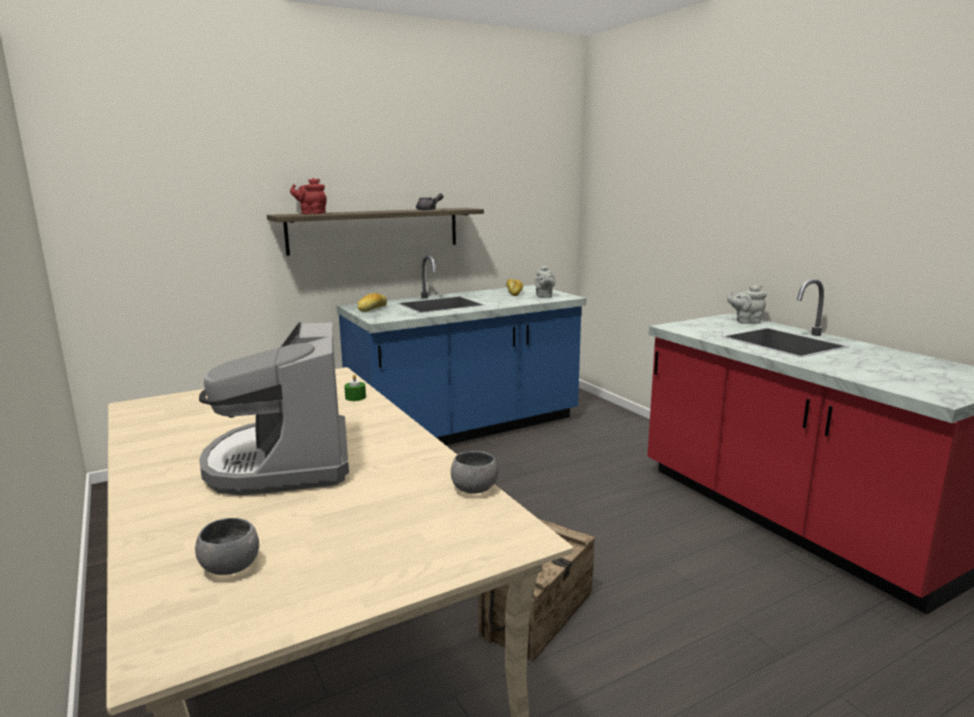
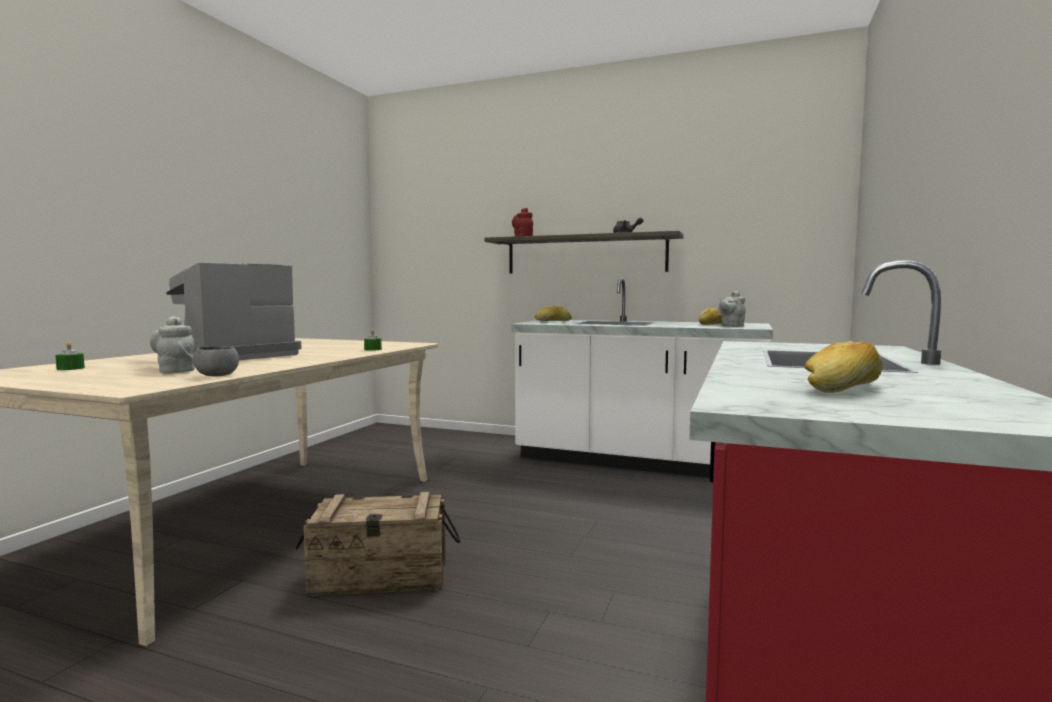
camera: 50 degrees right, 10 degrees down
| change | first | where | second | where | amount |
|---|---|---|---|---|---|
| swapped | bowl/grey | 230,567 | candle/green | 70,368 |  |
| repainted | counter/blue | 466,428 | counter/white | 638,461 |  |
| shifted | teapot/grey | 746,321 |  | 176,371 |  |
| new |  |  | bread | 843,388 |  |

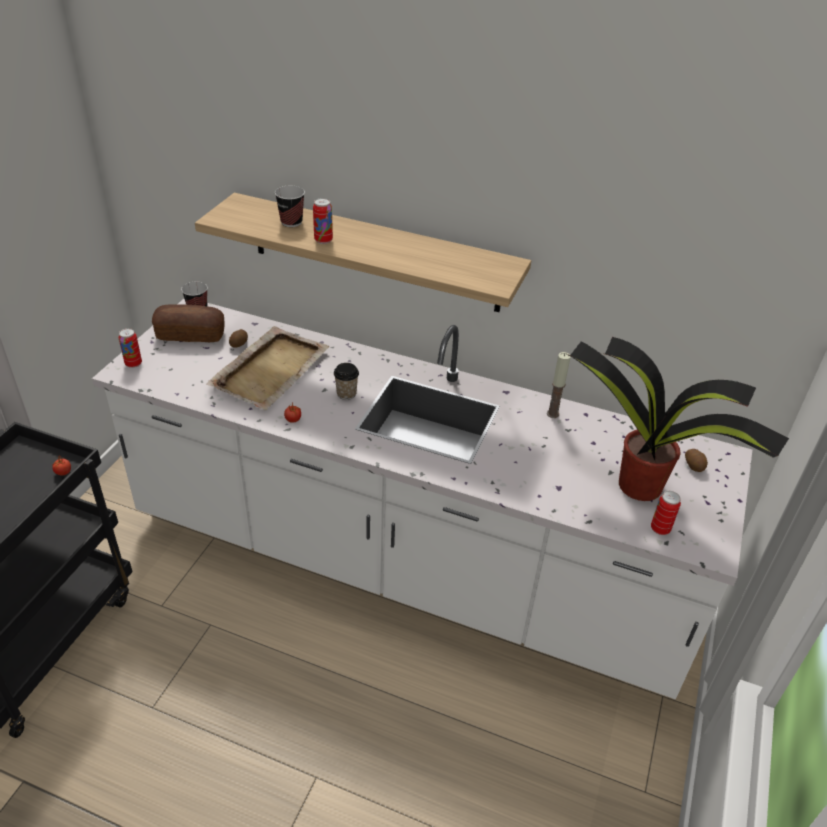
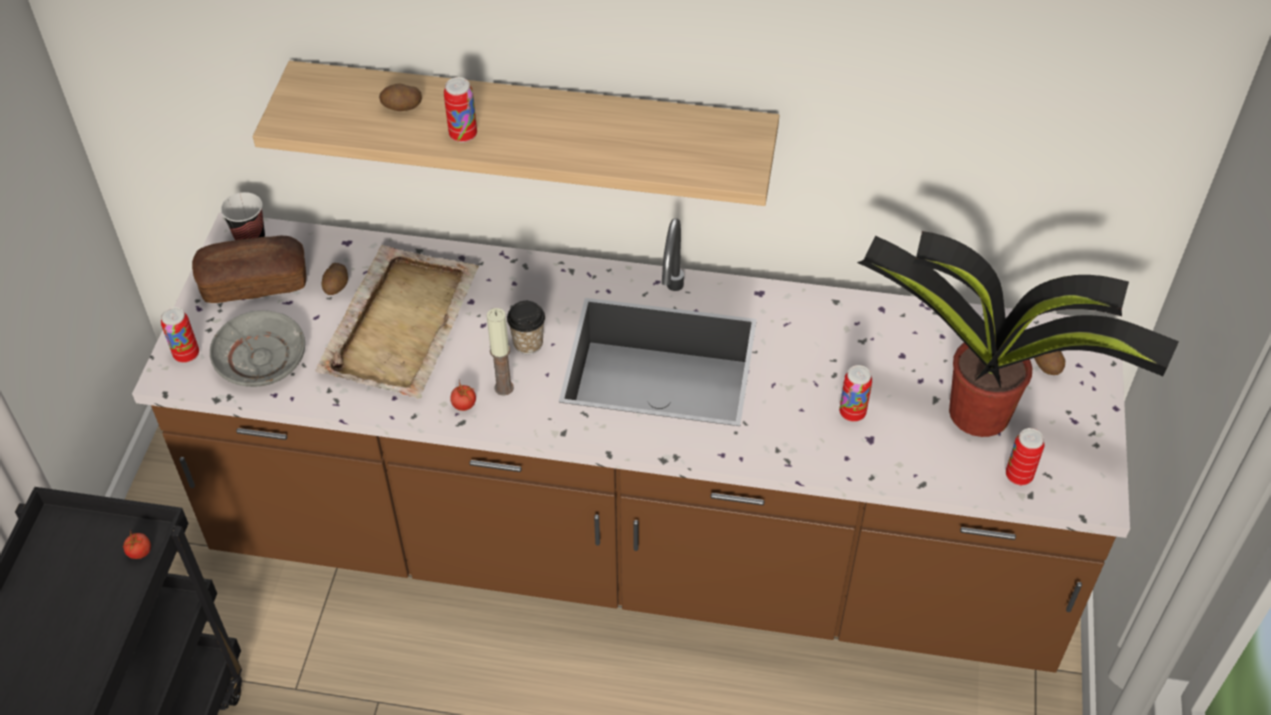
camera: 10 degrees left, 10 degrees up
| change | first | where | second | where | amount |
|---|---|---|---|---|---|
| repainted | counter/white | 405,564 | counter/brown | 636,547 |  |
| swapped | cup | 291,222 | potato | 402,107 |  |
| shifted | candle | 552,414 |  | 504,388 |  |
| new |  |  | plate/grey | 261,358 |  |
| new |  |  | can | 852,413 |  |

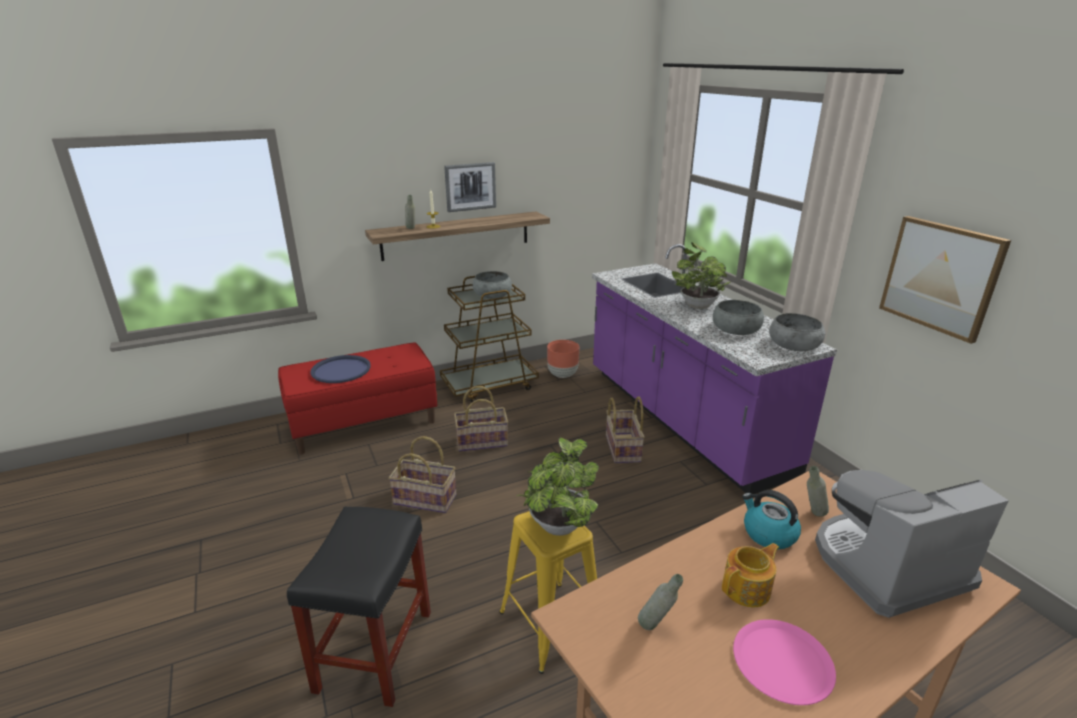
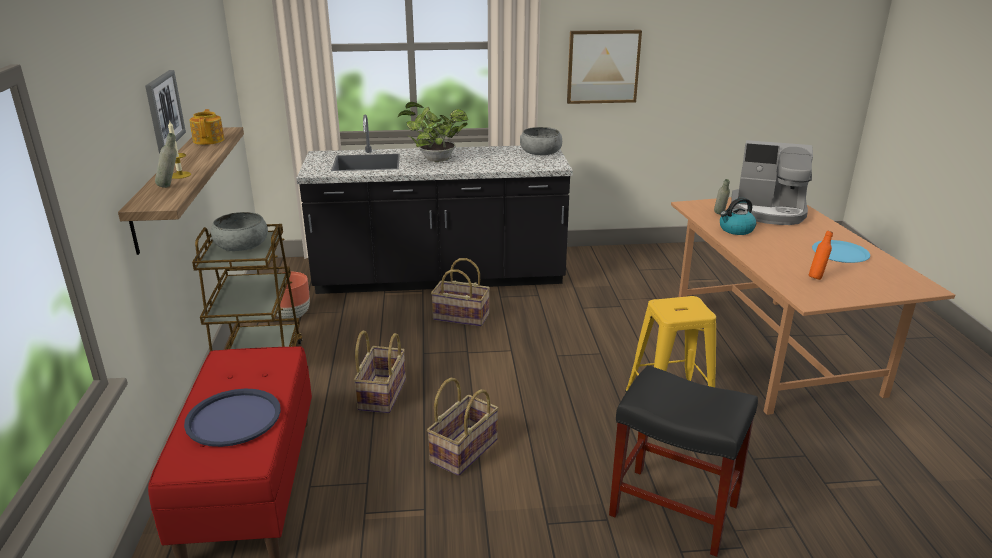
camera: 70 degrees left, 0 degrees up
| change | first | where | second | where | amount |
|---|---|---|---|---|---|
| gone | potted plant | 558,528 |  |  |  |
| repainted | counter/purple | 682,419 | counter/black | 440,278 |  |
| repainted | bottle/grey | 656,627 | bottle/orange | 816,277 |  |
| gone | bowl/grey | 735,329 |  |  |  |
| shifted | teapot | 747,589 |  | 209,140 |  |
| repainted | plate/pink | 782,662 | plate/blue | 840,253 |  |
| rotated | coffee machine | 886,566 |  | 768,211 | 75 degrees counterclockwise |

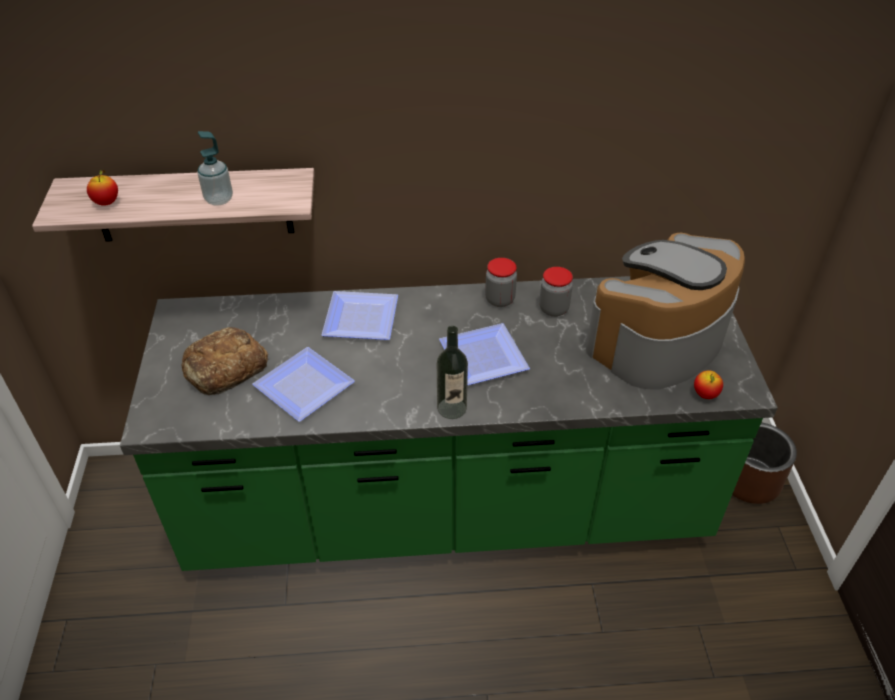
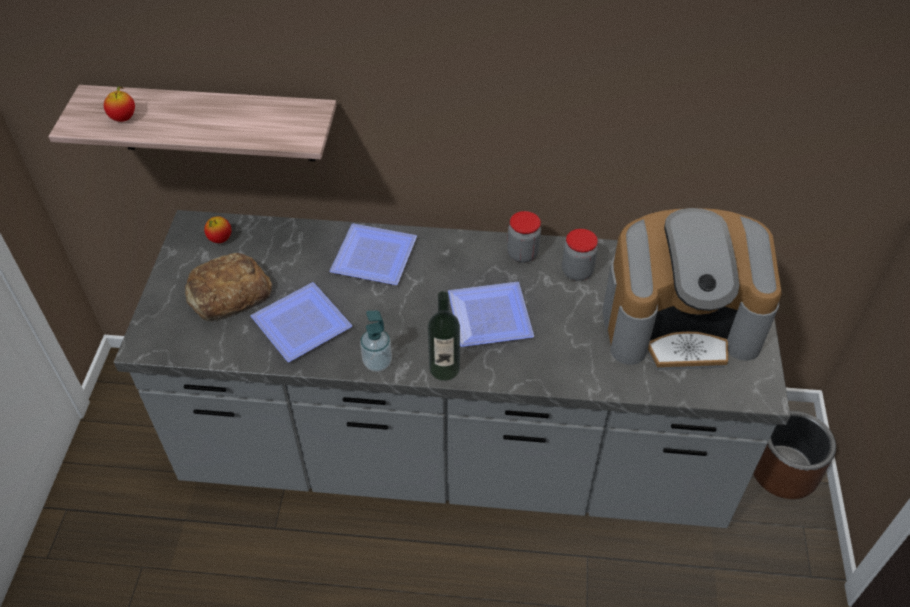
camera: 10 degrees right, 5 degrees up
| change | first | where | second | where | amount |
|---|---|---|---|---|---|
| repainted | counter/green | 447,506 | counter/grey | 455,451 |  |
| shifted | soap dispenser | 219,199 |  | 377,362 |  |
| rotated | coffee machine | 658,341 |  | 680,323 | 150 degrees counterclockwise |
| shifted | apple | 705,394 |  | 220,239 |  |

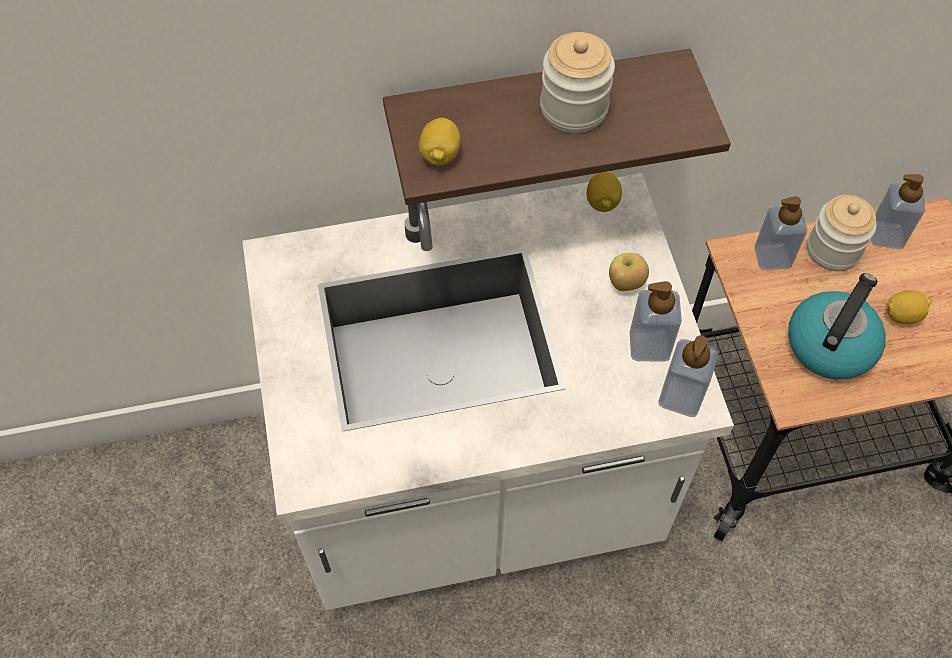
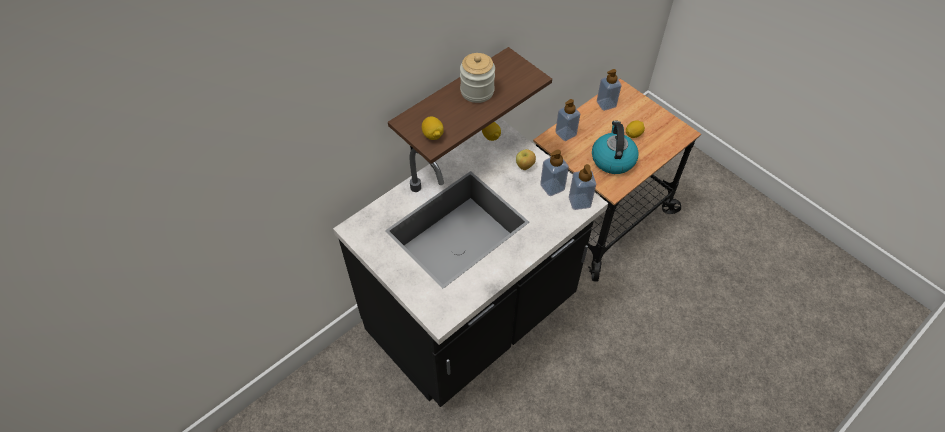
camera: 30 degrees left, 5 degrees down
| change | first | where | second | where | amount |
|---|---|---|---|---|---|
| repainted | counter/white | 476,490 | counter/black | 472,317 |  |
| gone | jar | 833,250 |  |  |  |

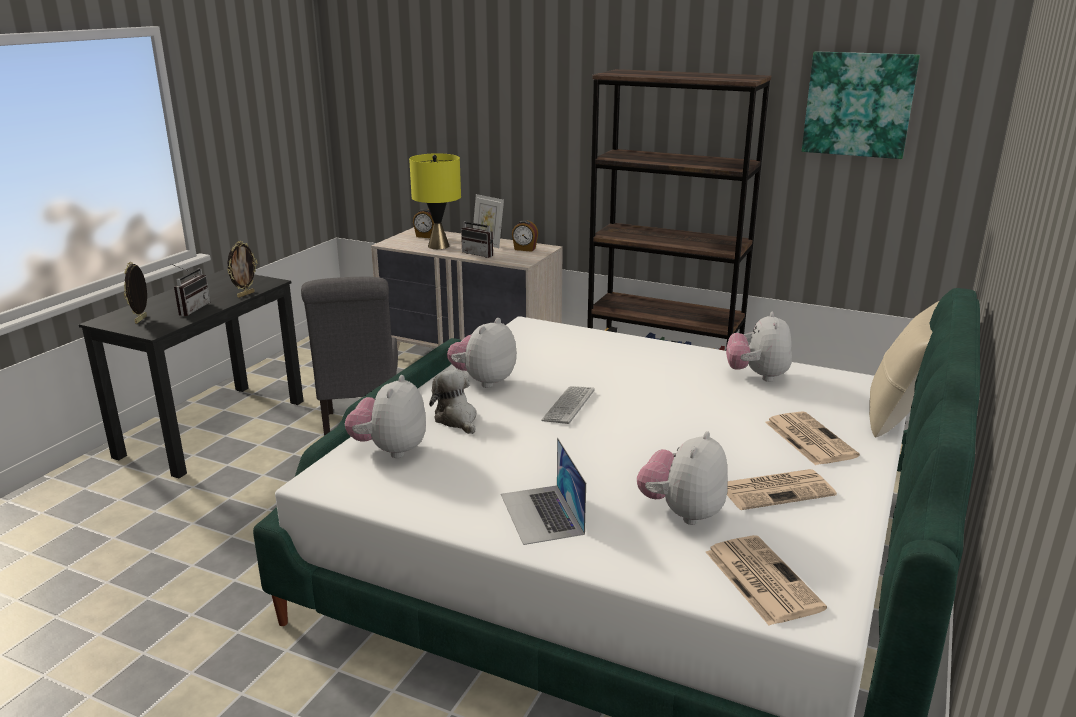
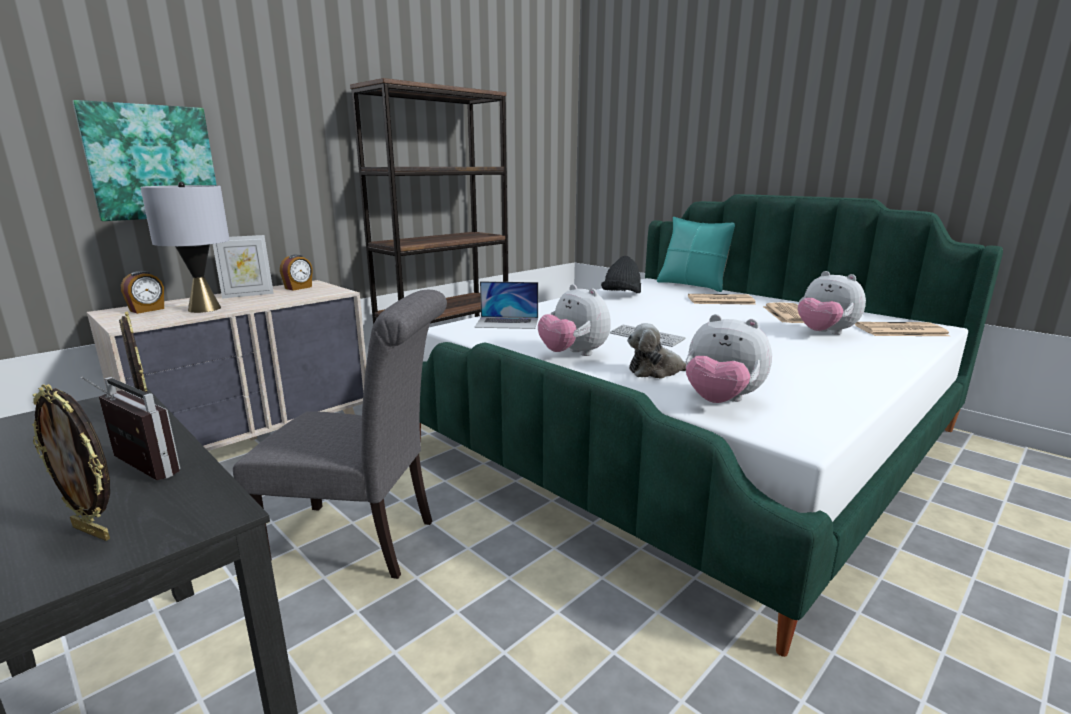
camera: 70 degrees left, 5 degrees down
| change | first | where | second | where | amount |
|---|---|---|---|---|---|
| repainted | table lamp/yellow | 439,246 | table lamp/grey | 204,309 |  |
| gone | radio | 480,254 |  |  |  |
| shifted | laptop | 542,514 |  | 507,322 |  |
| swapped | plush toy | 757,376 | hat/black | 621,295 |  |
| shifted | picture | 858,104 |  | 152,162 |  |
| repainted | pillow/beige | 897,415 | pillow/turquoise | 693,285 |  |

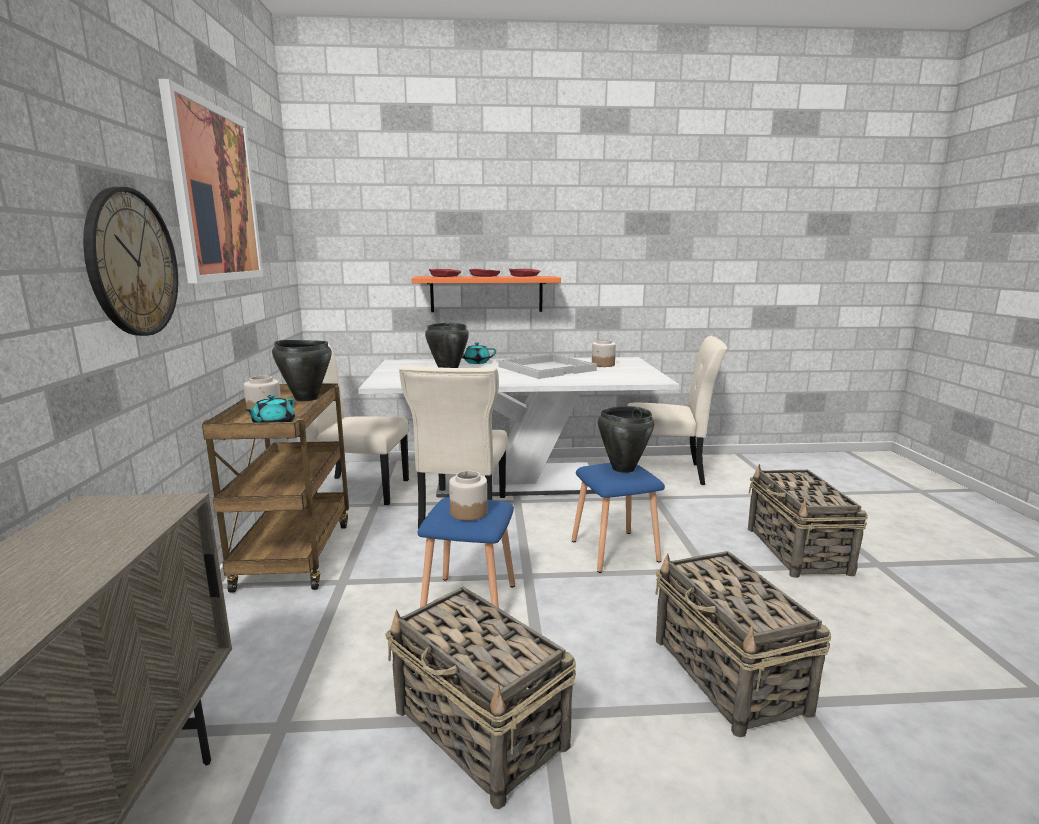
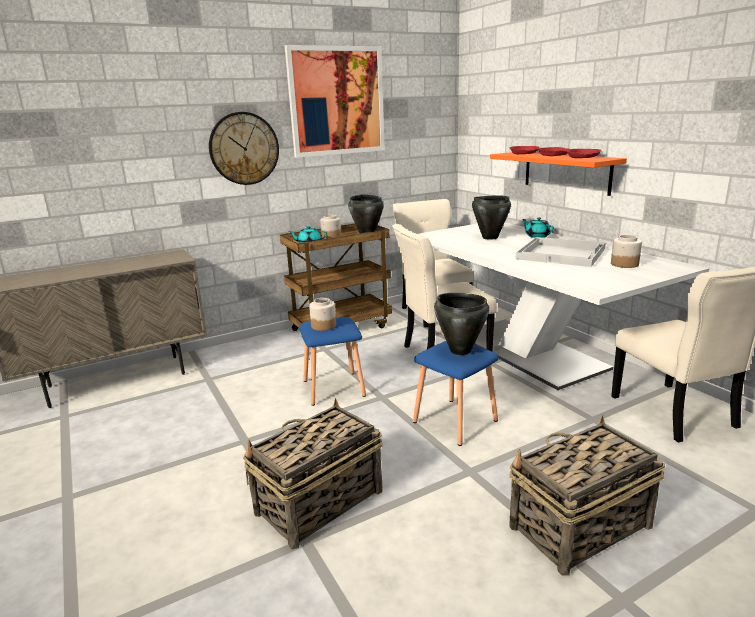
camera: 65 degrees right, 5 degrees up
| change | first | where | second | where | amount |
|---|---|---|---|---|---|
| gone | basket | 481,729 |  |  |  |

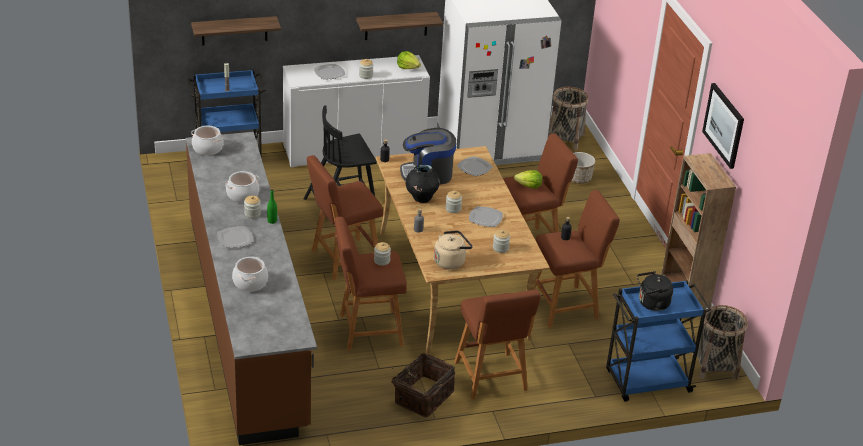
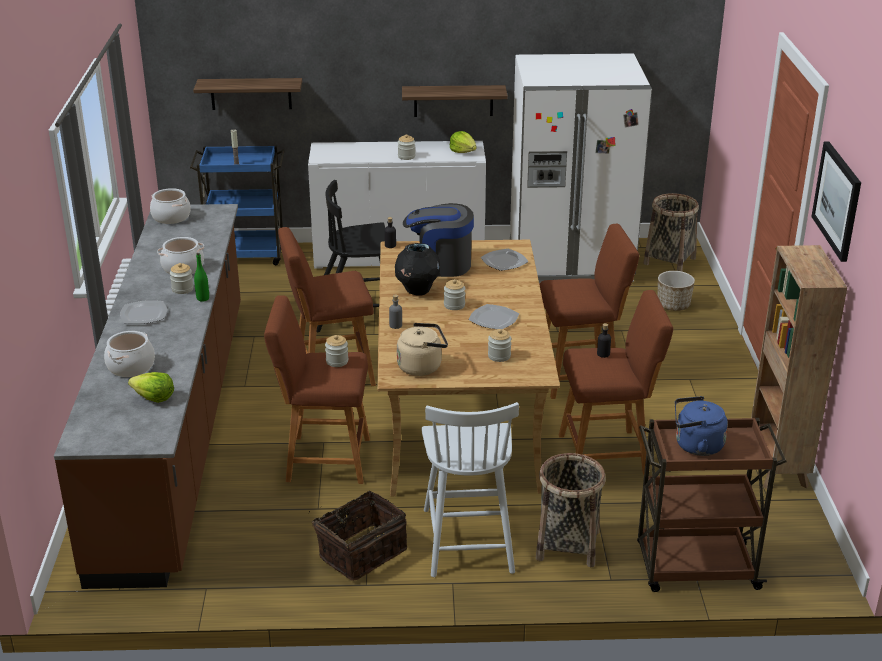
camera: 15 degrees right, 5 degrees down
| change | first | where | second | where | amount |
|---|---|---|---|---|---|
| gone | plate | 329,73 |  |  |  |
| swapped | stool/brown | 491,378 | chair/white | 468,538 |  |
| shifted | lettuce | 529,186 |  | 154,398 |  |
| repainted | cart/blue | 646,382 | cart/brown | 694,567 |  |
| repainted | kettle/black | 651,304 | kettle/blue | 695,446 |  |
| shifted | basket | 715,366 |  | 567,545 |  |

